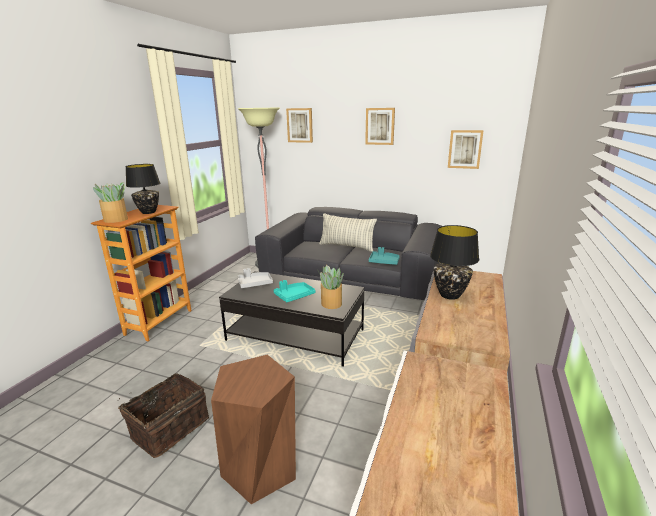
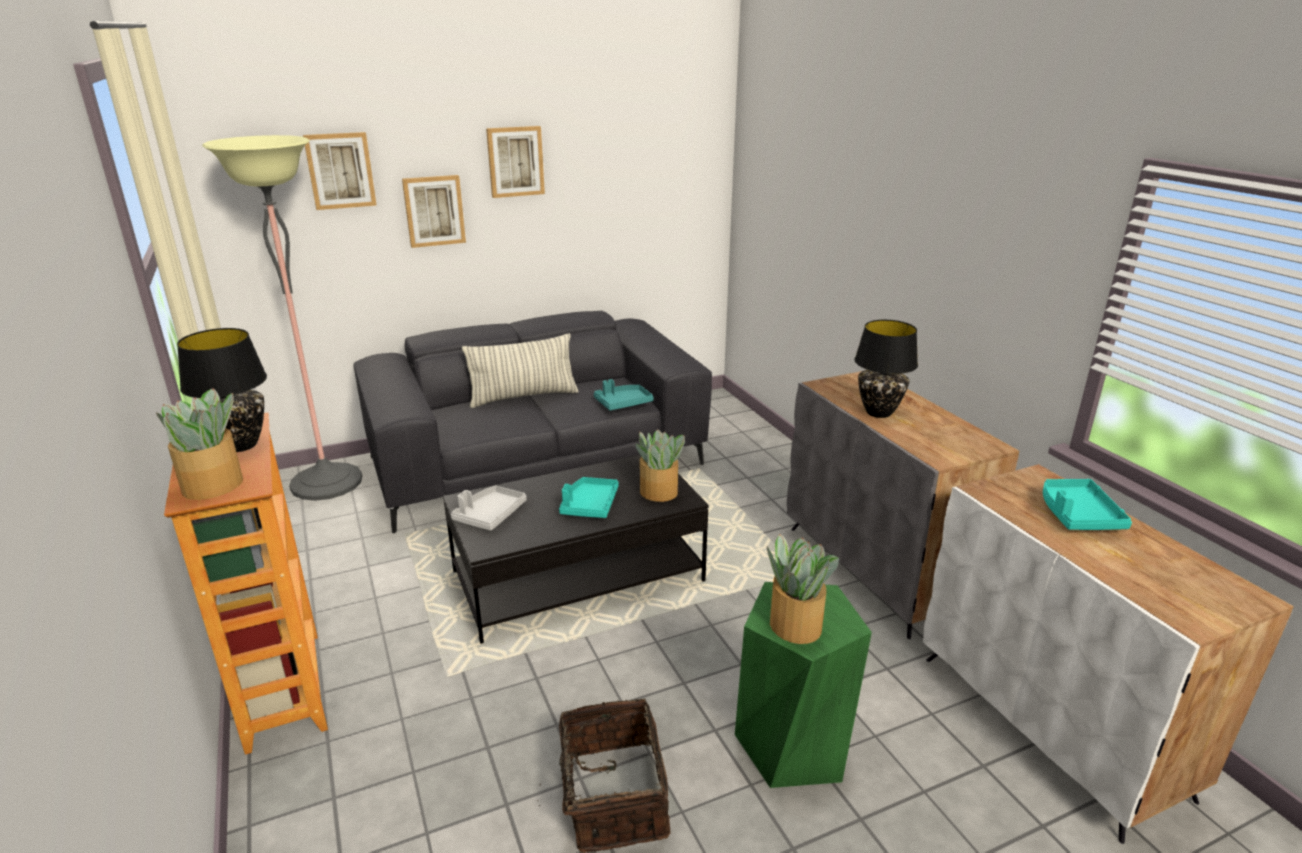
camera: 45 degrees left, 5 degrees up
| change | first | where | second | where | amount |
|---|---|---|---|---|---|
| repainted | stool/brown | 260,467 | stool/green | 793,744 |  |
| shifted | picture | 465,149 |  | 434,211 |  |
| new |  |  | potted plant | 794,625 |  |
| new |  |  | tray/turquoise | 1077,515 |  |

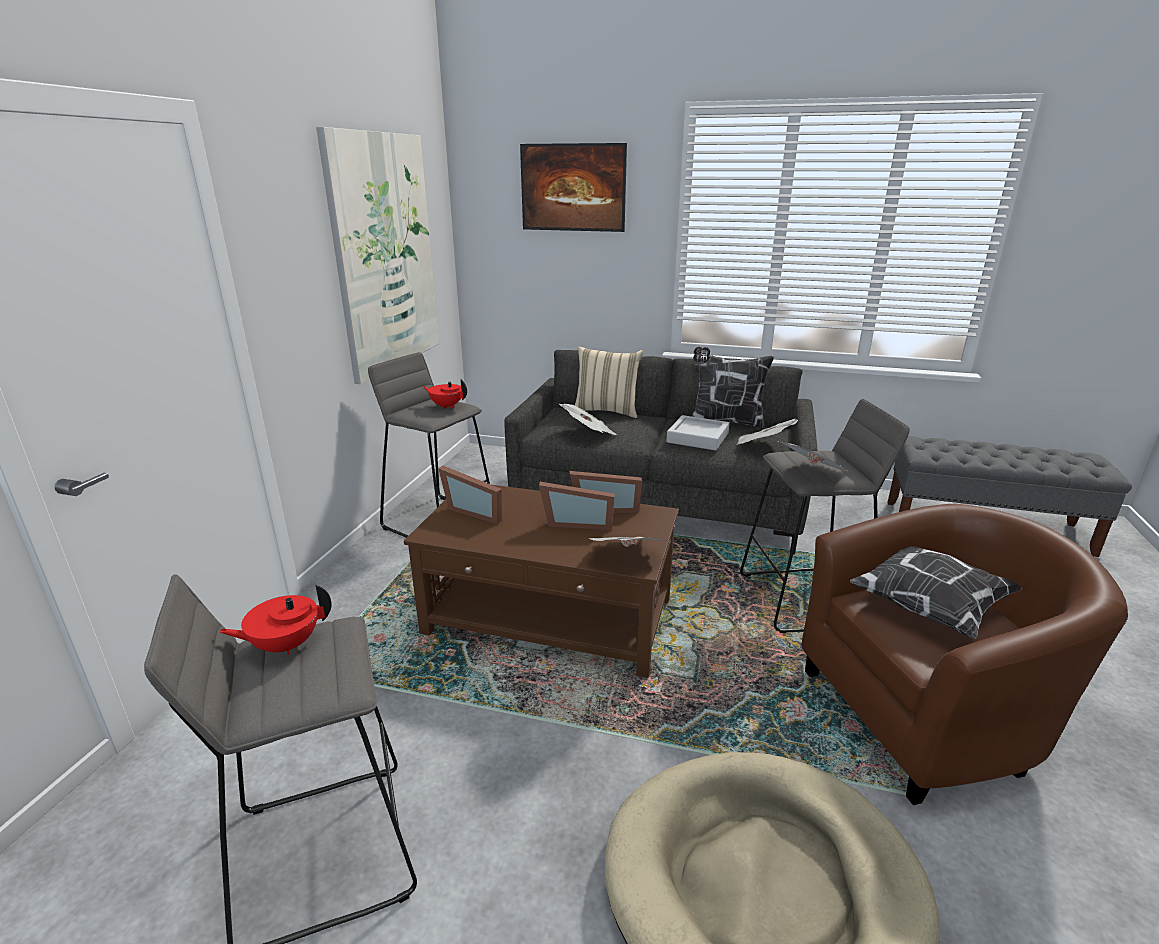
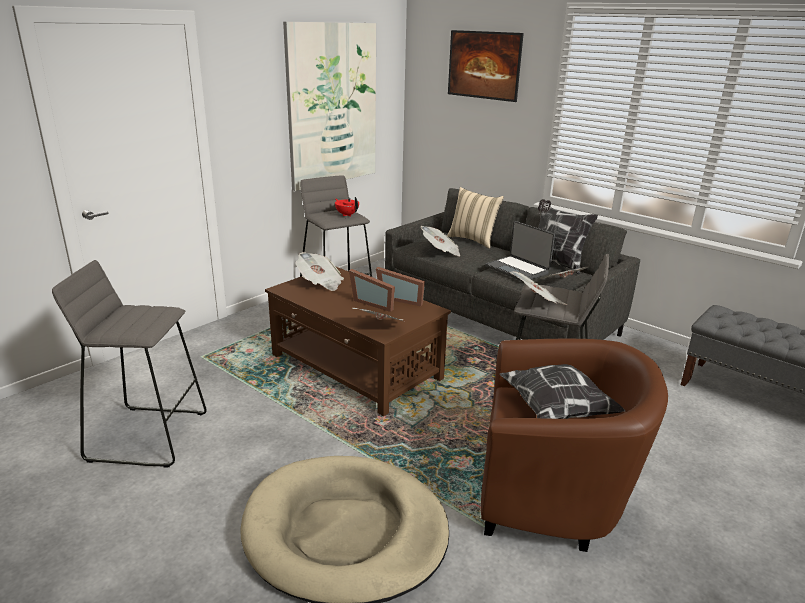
camera: 25 degrees right, 0 degrees up
| change | first | where | second | where | amount |
|---|---|---|---|---|---|
| gone | teapot/red | 285,645 |  |  |  |
| swapped | picture frame | 476,511 | newspaper | 320,283 |  |
| swapped | tray/grey | 697,438 | laptop | 518,269 |  |

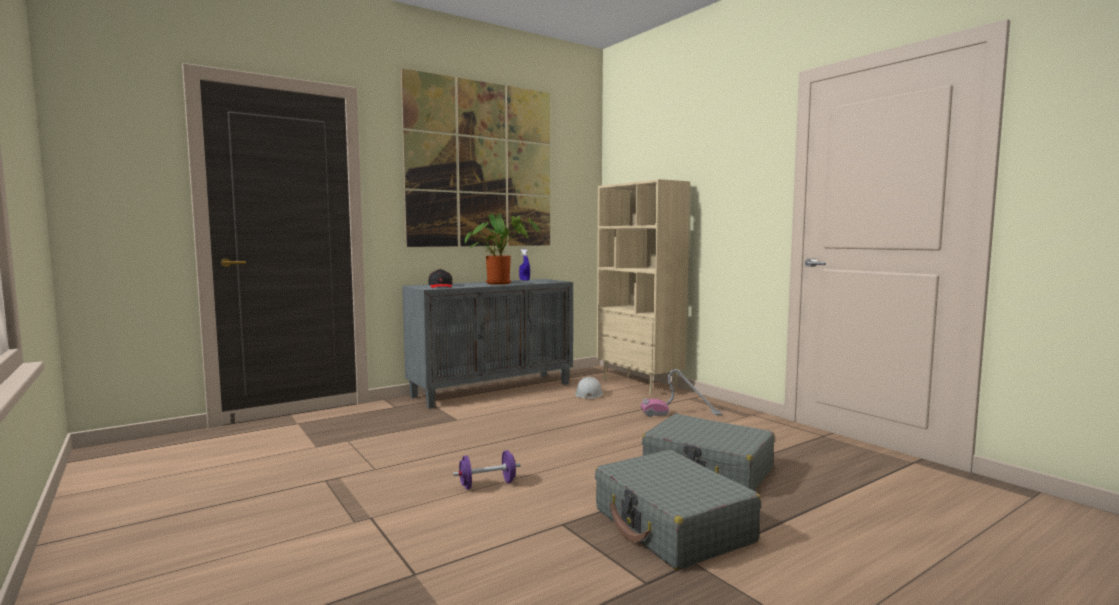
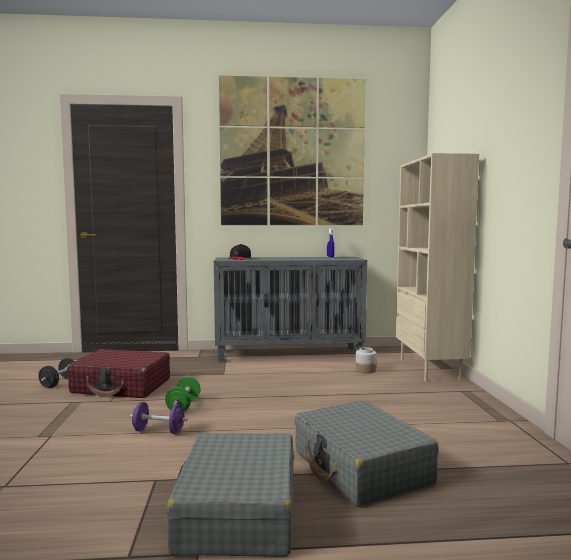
camera: 30 degrees right, 0 degrees up
| change | first | where | second | where | amount |
|---|---|---|---|---|---|
| gone | potted plant | 500,283 |  |  |  |
| swapped | hard hat/white | 589,394 | jar | 365,370 |  |
| gone | vacuum cleaner | 681,413 |  |  |  |
| new |  |  | dumbbell/black | 59,383 |  |
| new |  |  | suitcase/red | 121,386 |  |
| new |  |  | dumbbell/green | 183,406 |  |

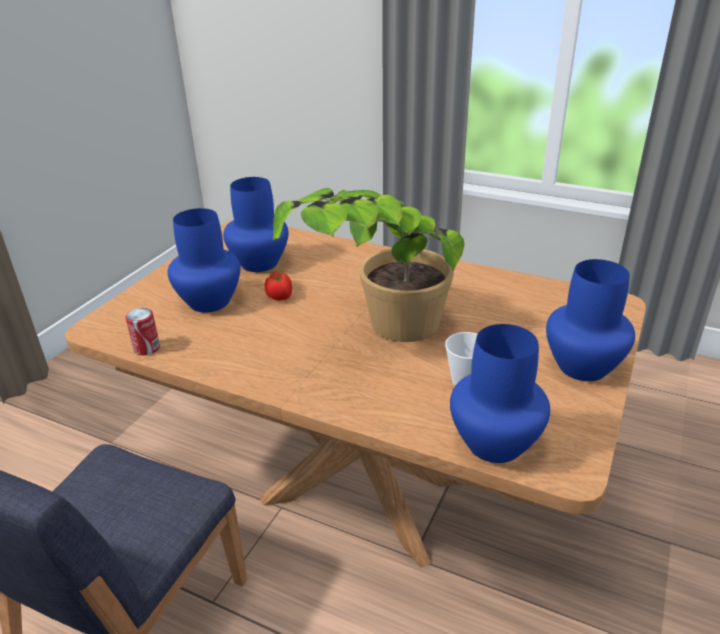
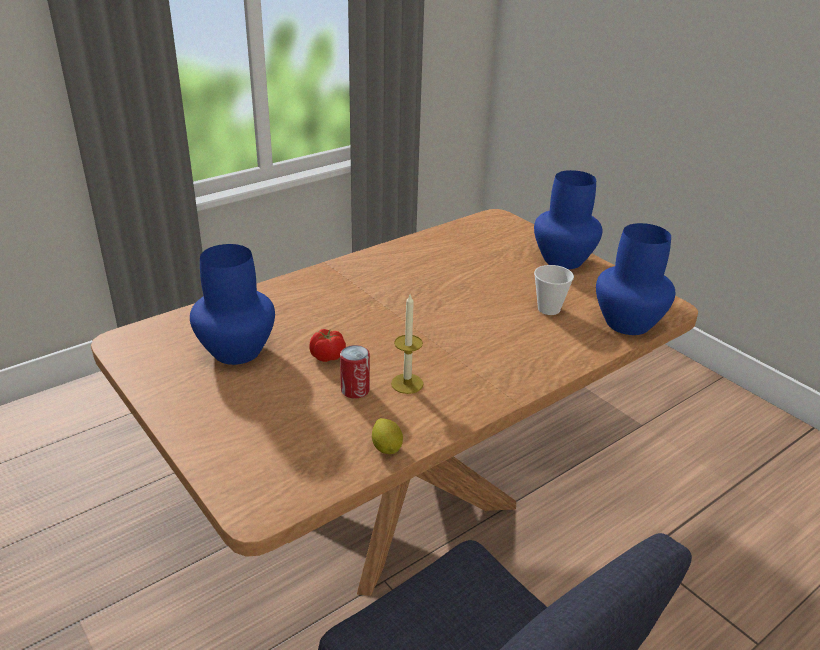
camera: 65 degrees left, 0 degrees up
| change | first | where | second | where | amount |
|---|---|---|---|---|---|
| shifted | can | 147,348 |  | 355,390 |  |
| gone | vase/blue | 211,301 |  |  |  |
| gone | potted plant | 375,335 |  |  |  |
| new |  |  | lemon | 387,447 |  |
| new |  |  | candle | 407,383 |  |

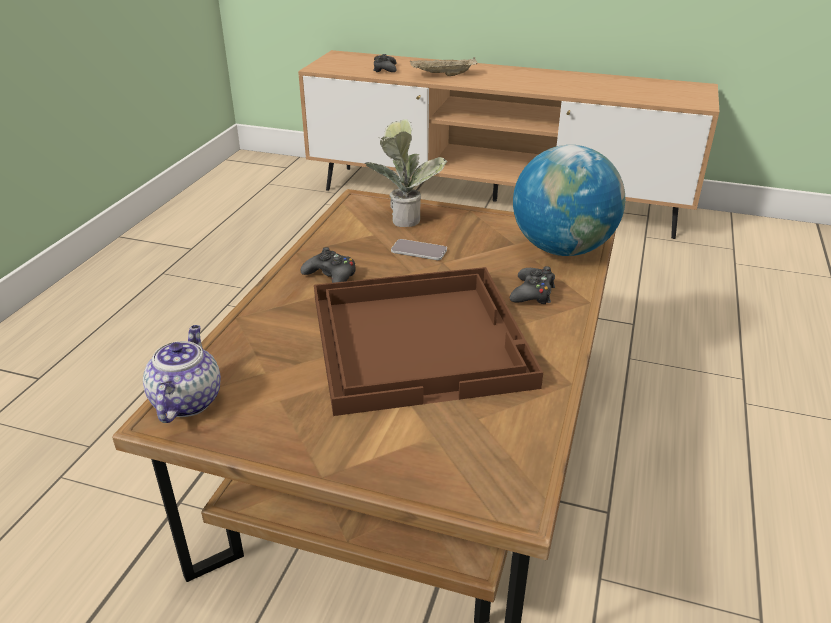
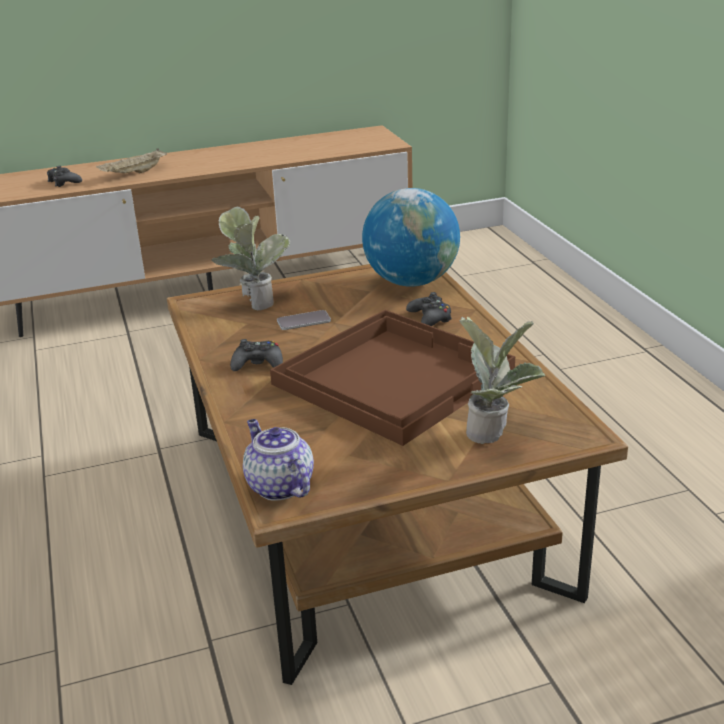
camera: 35 degrees left, 5 degrees down
| change | first | where | second | where | amount |
|---|---|---|---|---|---|
| new |  |  | potted plant | 495,433 |  |

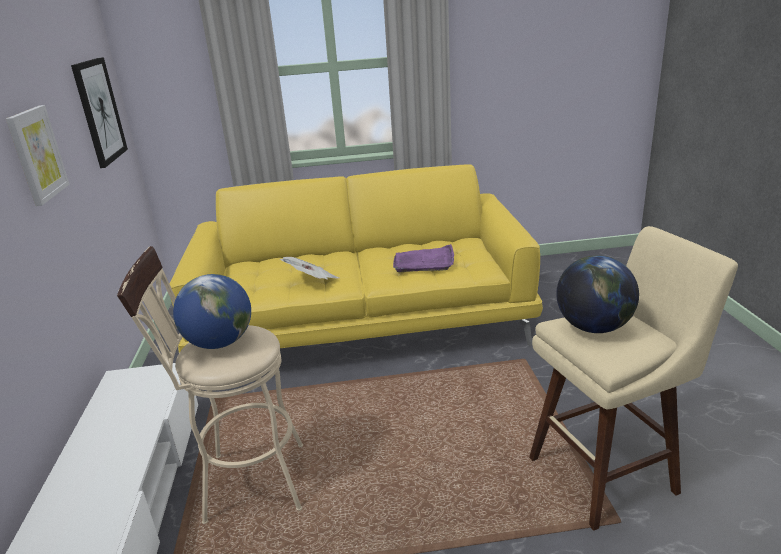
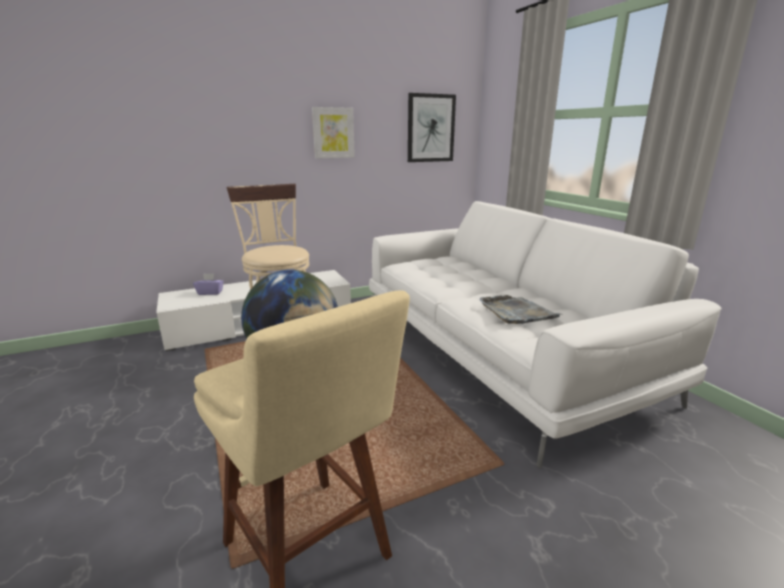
camera: 70 degrees right, 5 degrees down
| change | first | where | second | where | amount |
|---|---|---|---|---|---|
| repainted | sofa/yellow | 363,322 | sofa/white | 496,351 |  |
| gone | globe | 220,343 |  |  |  |
| gone | newspaper | 312,281 |  |  |  |
| repainted | tray/purple | 424,262 | tray/grey | 516,312 |  |
| new |  |  | tissue box/purple | 210,292 |  |

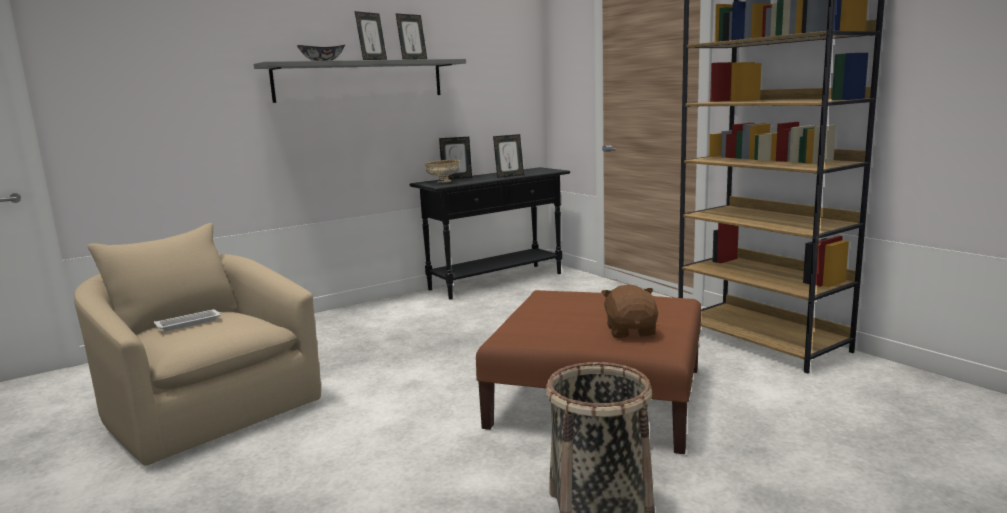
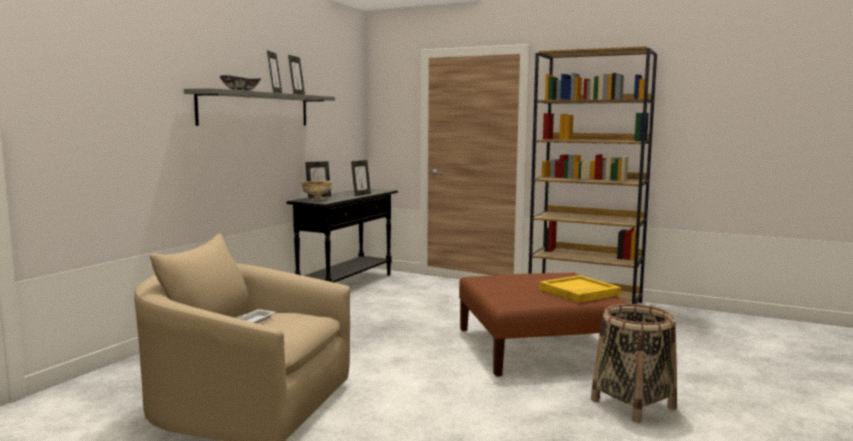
camera: 30 degrees left, 5 degrees down
| change | first | where | second | where | amount |
|---|---|---|---|---|---|
| swapped | plush toy/brown | 631,331 | tray/yellow | 579,292 |  |

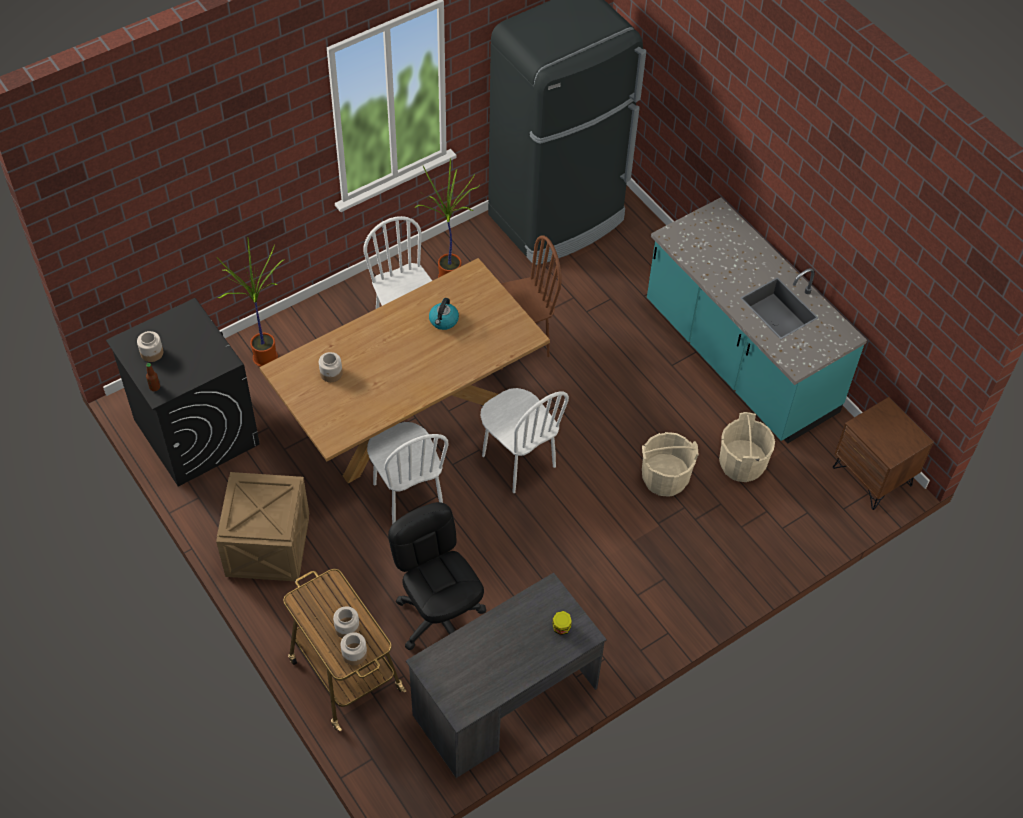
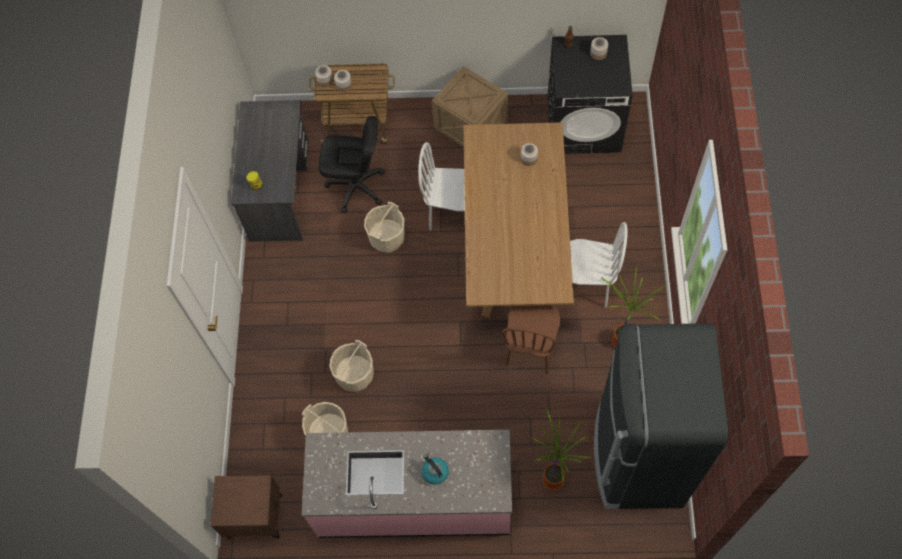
camera: 130 degrees right, 10 degrees up
| change | first | where | second | where | amount |
|---|---|---|---|---|---|
| shifted | potted plant | 263,359 |  | 553,478 |  |
| shifted | kettle | 443,321 |  | 435,472 |  |
| gone | chair/white | 518,461 |  |  |  |
| repainted | counter/turquoise | 739,359 | counter/pink | 414,499 |  |
| new |  |  | bucket/beige | 387,238 |  |

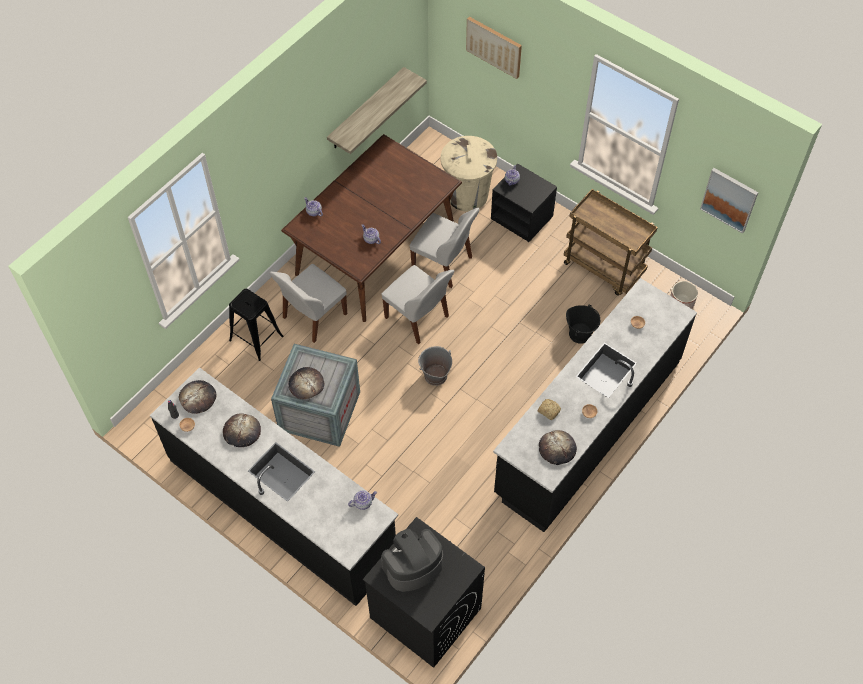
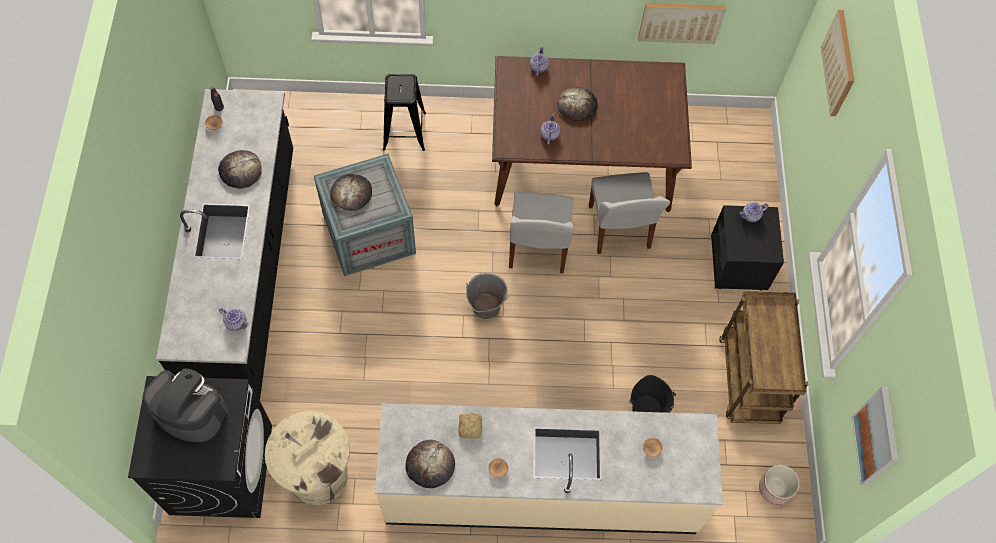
camera: 50 degrees right, 5 degrees up
| change | first | where | second | where | amount |
|---|---|---|---|---|---|
| shifted | bread | 198,397 |  | 577,105 |  |
| gone | chair/white | 313,317 |  |  |  |
| swapped | shelf | 366,109 | picture | 680,21 |  |
| shifted | trash can/beige | 467,195 |  | 317,476 |  |
| repainted | counter/black | 587,426 | counter/beige | 541,489 |  |

